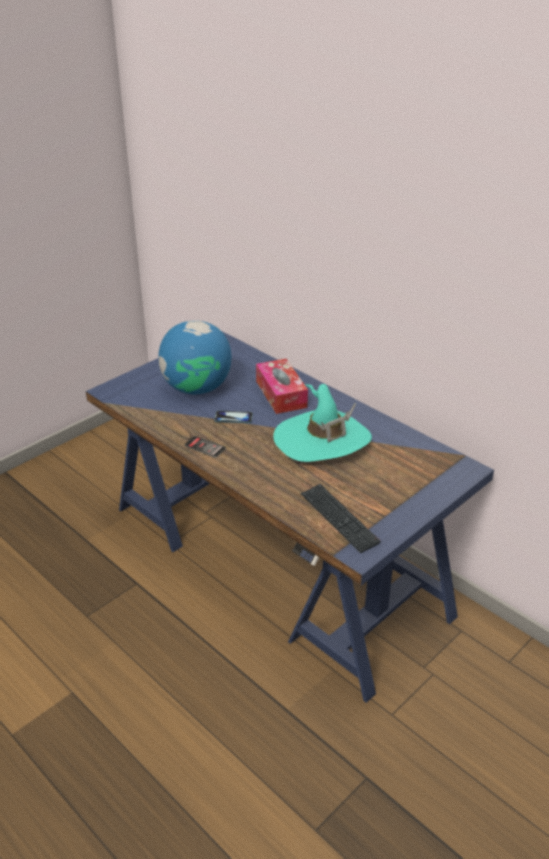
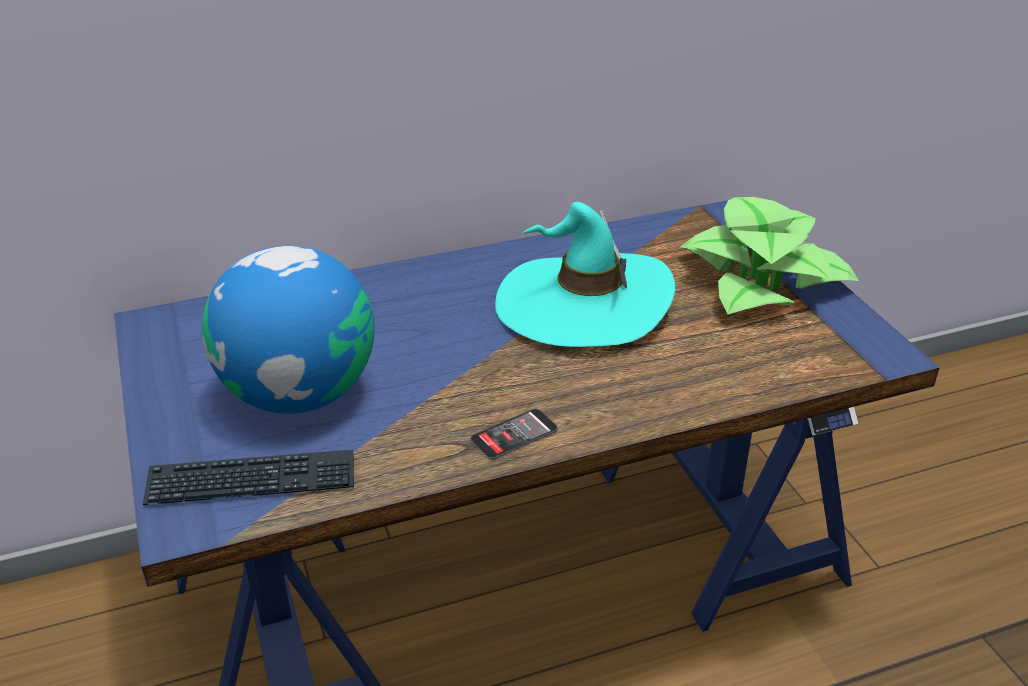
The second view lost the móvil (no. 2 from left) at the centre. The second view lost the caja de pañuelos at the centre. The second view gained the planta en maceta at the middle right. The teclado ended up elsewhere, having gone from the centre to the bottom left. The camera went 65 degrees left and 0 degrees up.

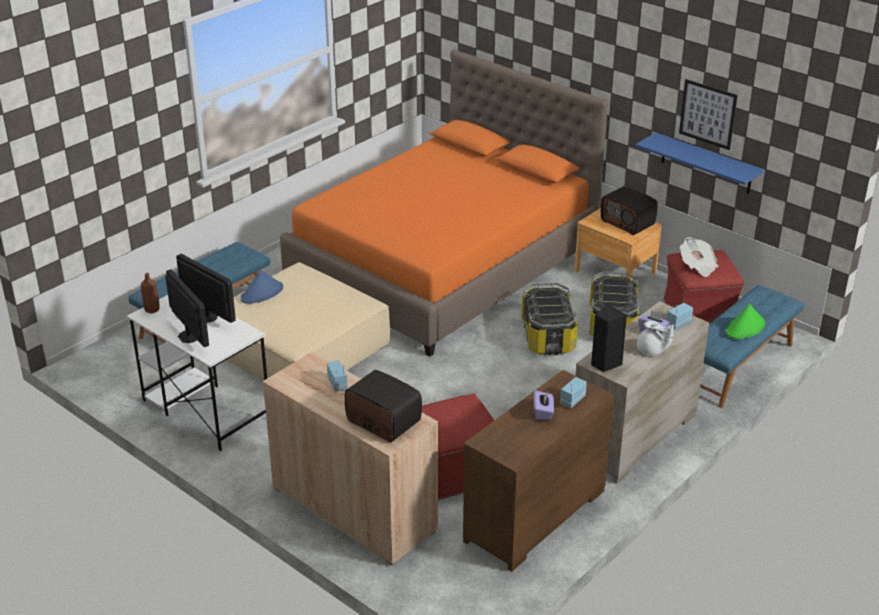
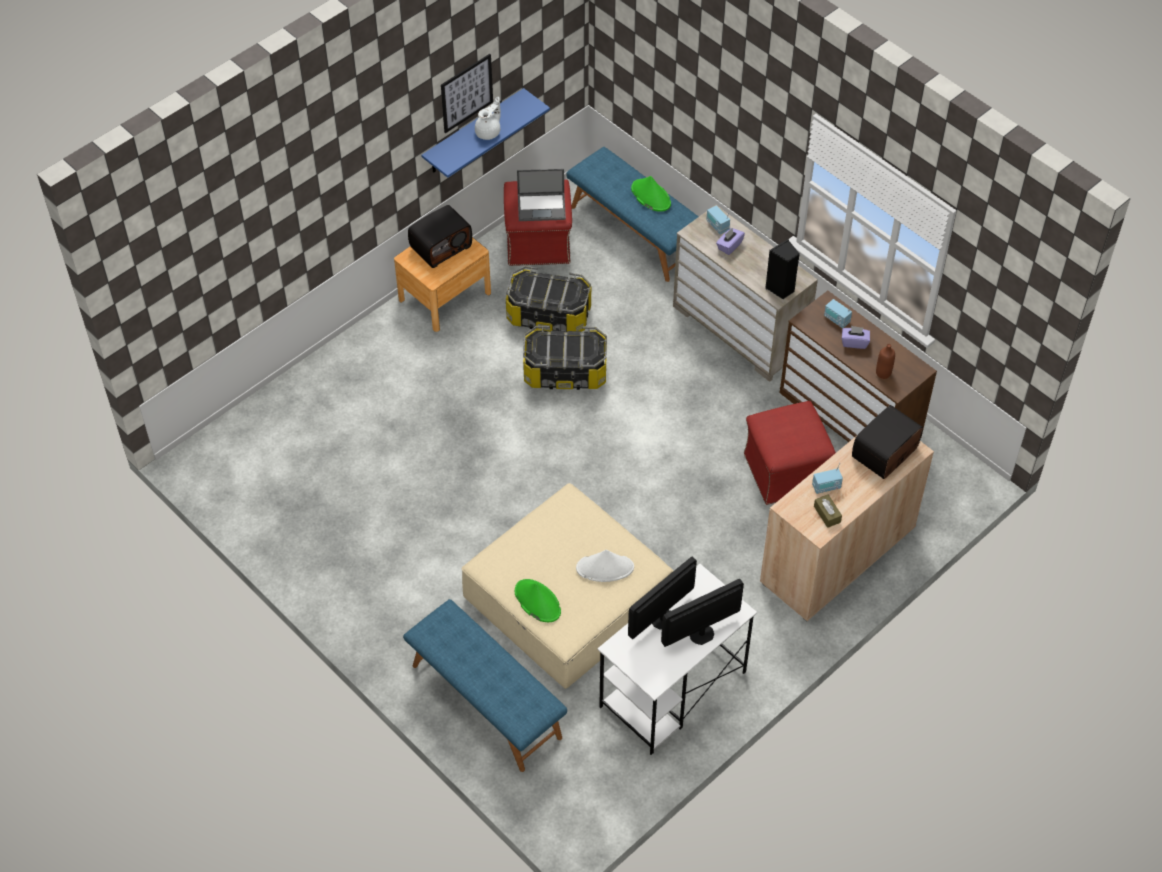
The second view lost the cama (naranja) at the top centre. The second view gained the sombrero (blanco) at the centre. The second view gained the caja de pañuelos (marrón) at the middle right. The botella (marrón) ended up elsewhere, having gone from the middle left to the middle right. The tetera (blanco) ended up elsewhere, having gone from the middle right to the top centre. Where the periódico stood at the middle right, the portátil came to stand at the top centre. What was the sombrero (azul) at the middle left turned into the sombrero (verde) (no. 1 from left) at the bottom centre. The camera went 85 degrees left and 20 degrees up.

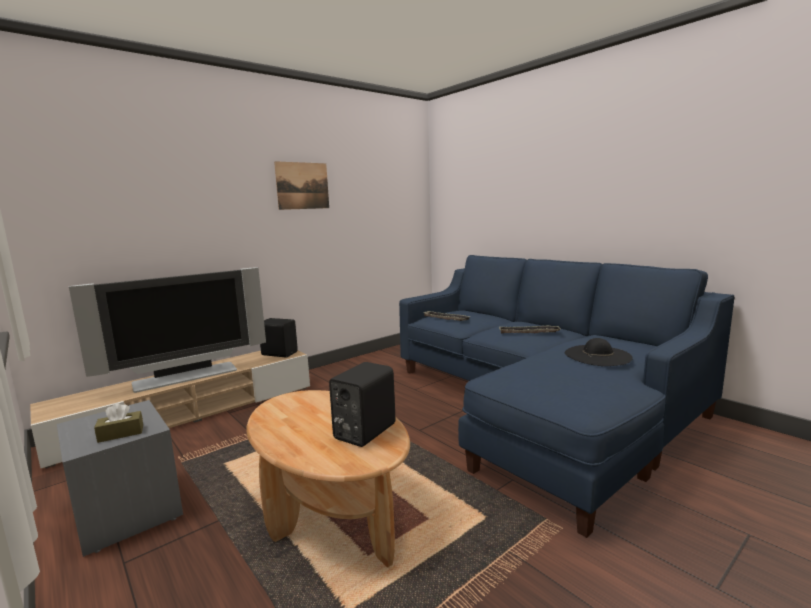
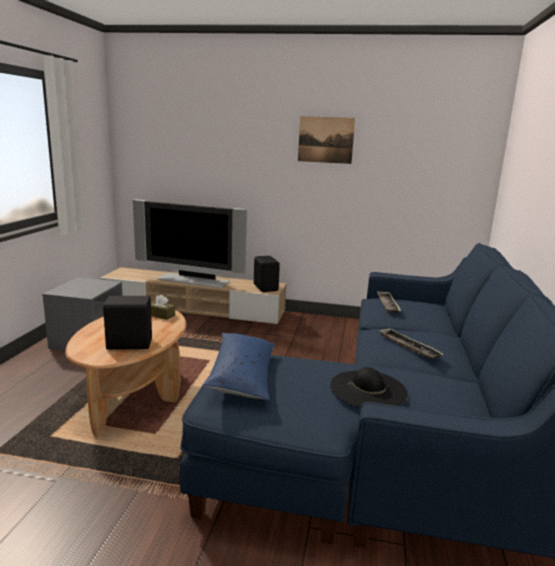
The second view gained the cojín (azul) at the centre. The caja de pañuelos (marrón) ended up elsewhere, having gone from the bottom left to the middle left. The camera went 50 degrees right and 5 degrees up.

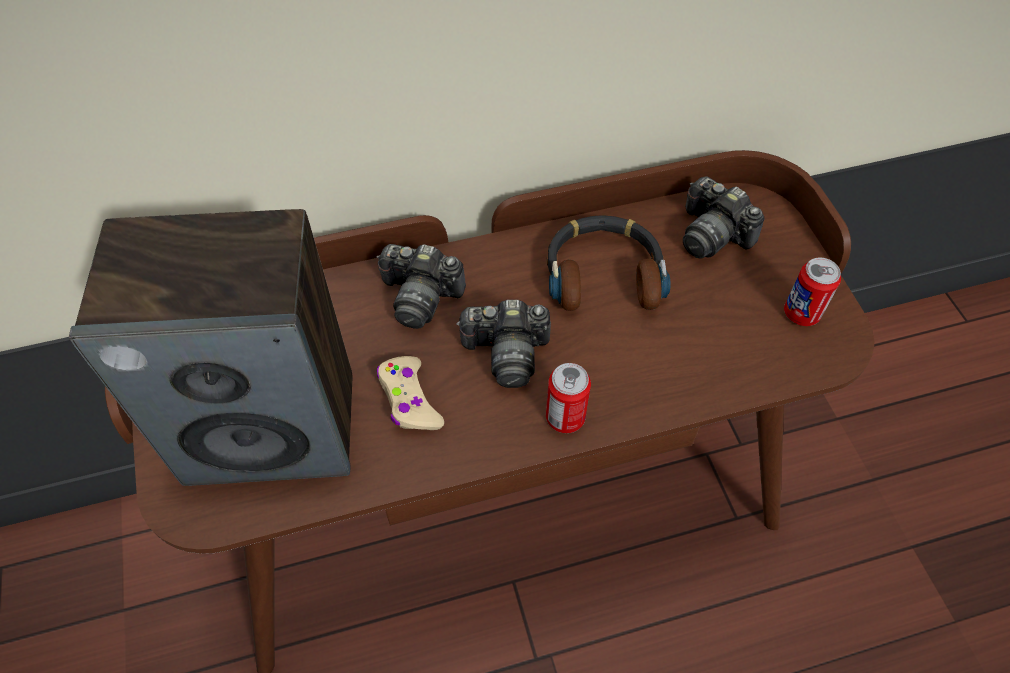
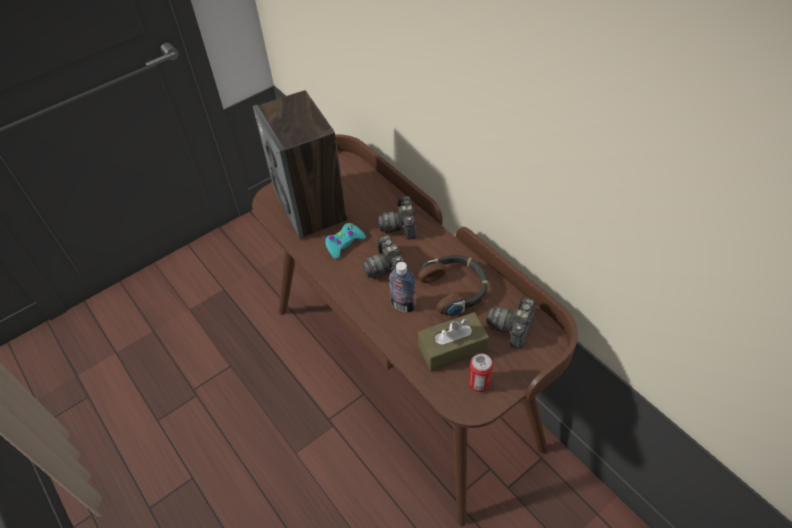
The second view lost the lata (no. 1 from left) at the centre. The second view gained the botella at the centre. The second view gained the caja de pañuelos (marrón) at the centre. What was the mando de consola (beis) at the centre turned into the mando de consola (turquesa) at the centre. The camera went 70 degrees right and 5 degrees down.

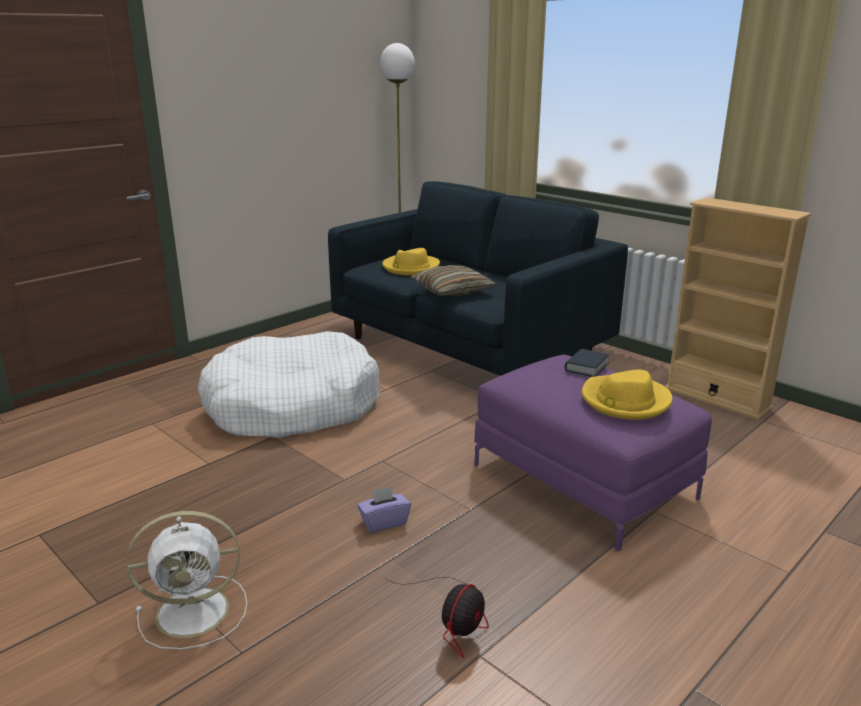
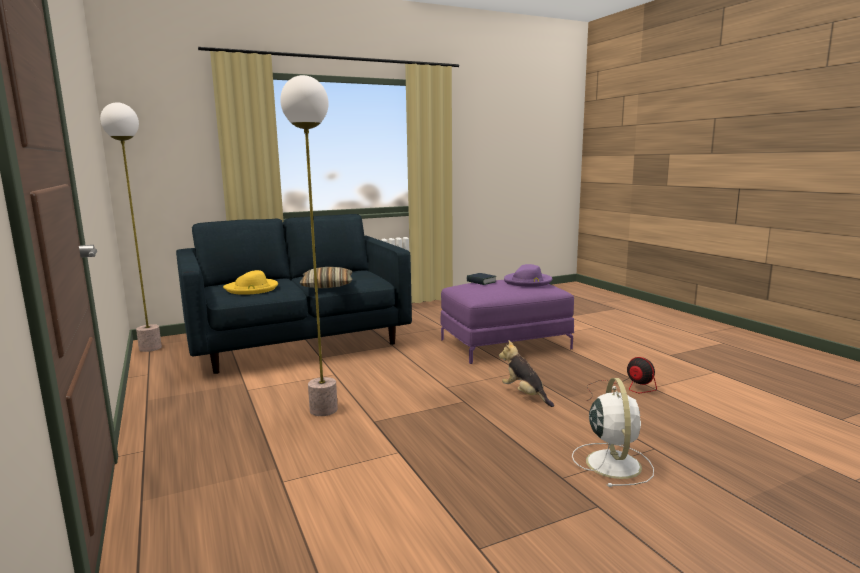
The second view lost the estantería (beis) at the middle right. Where the cama para perro (blanco) stood at the centre, the lámpara de pie (no. 2 from left) came to stand at the centre. Where the caja de pañuelos (morado) stood at the bottom centre, the peluche came to stand at the centre. What was the sombrero (amarillo) (no. 2 from left) at the middle right turned into the sombrero (morado) at the centre. The camera went 70 degrees left and 10 degrees down.

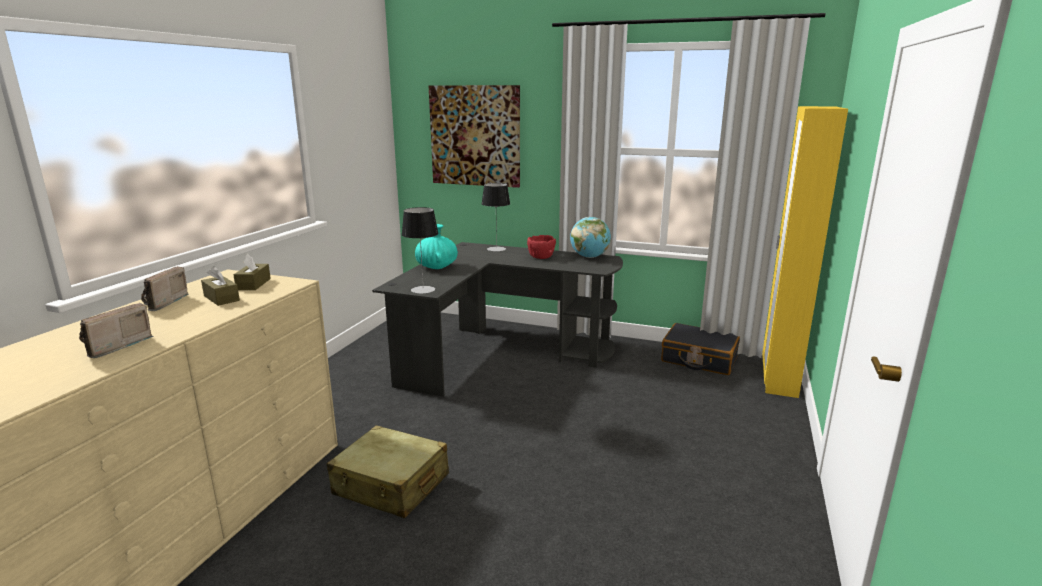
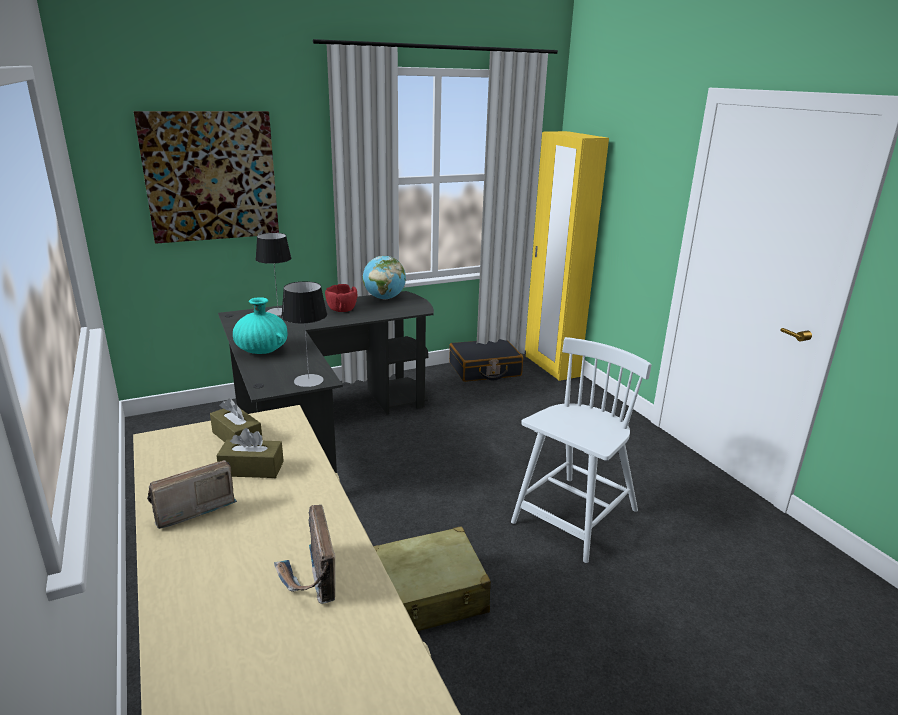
The second view gained the silla (blanco) at the centre. The radio (no. 2 from left in the first image) at the middle left ended up facing another way, 90 degrees clockwise from before. The camera went 45 degrees left and 5 degrees up.

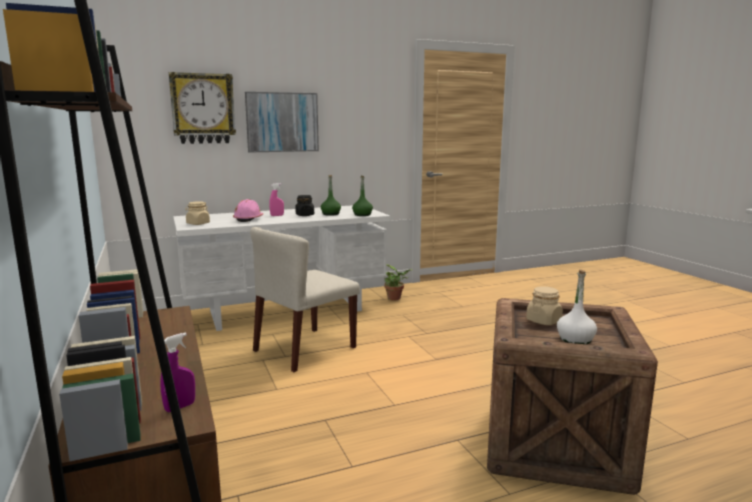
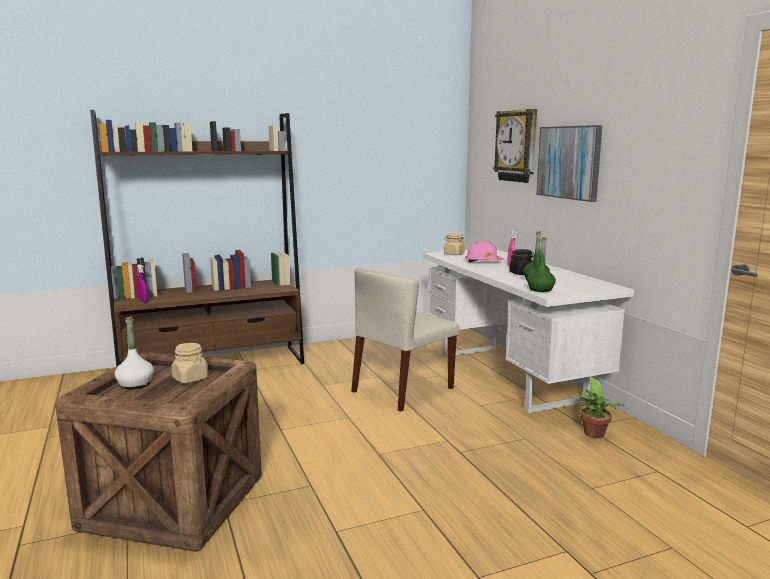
The silla (beis) at the centre ended up facing another way, 90 degrees counterclockwise from before. The camera went 90 degrees right and 0 degrees up.

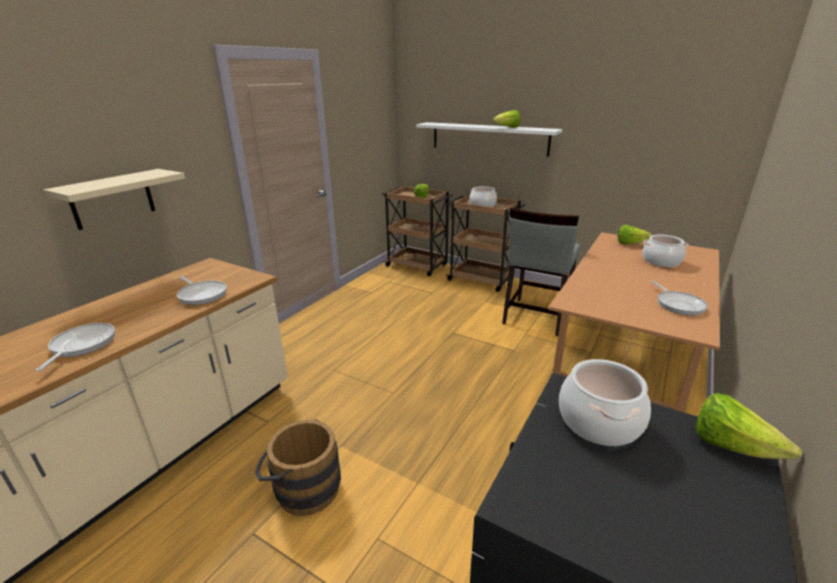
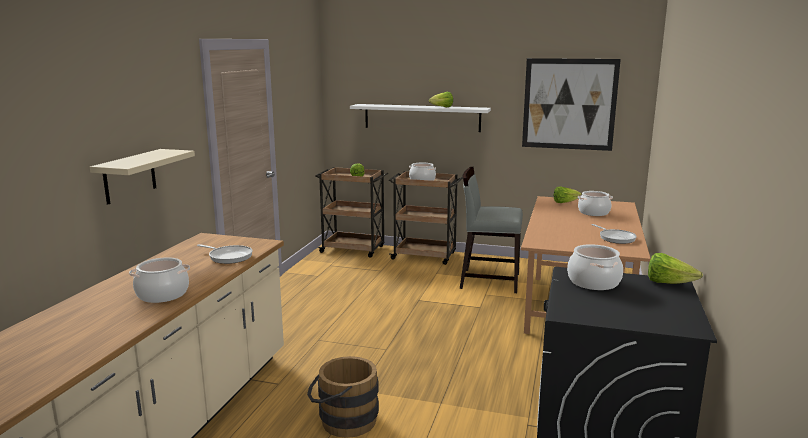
The second view gained the cuadro at the top right. Where the sartén (no. 1 from left) stood at the middle left, the olla (no. 1 from left) came to stand at the middle left. The silla (gris) at the centre ended up facing another way, 90 degrees clockwise from before. The camera went 15 degrees left and 10 degrees down.

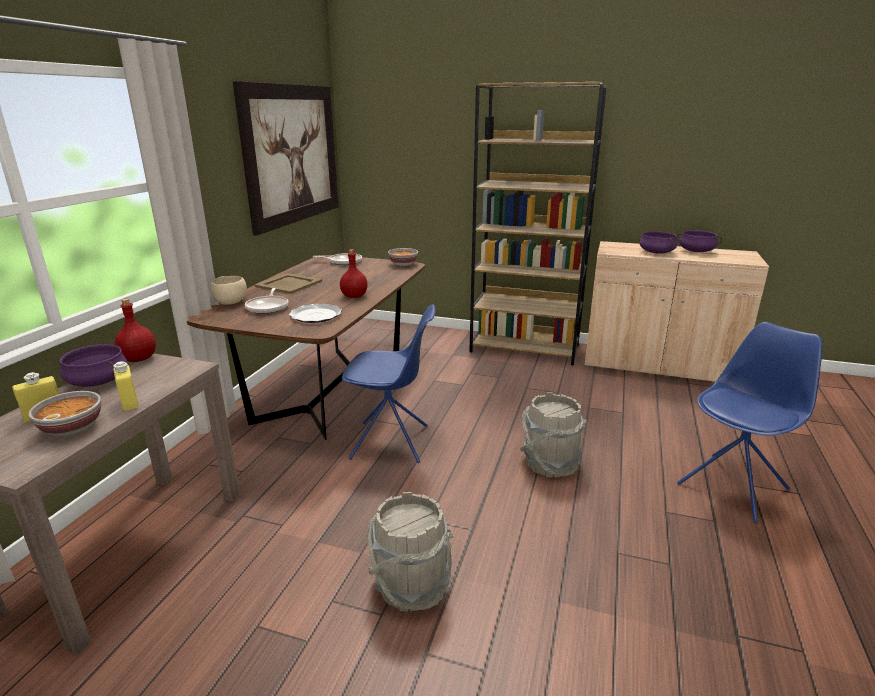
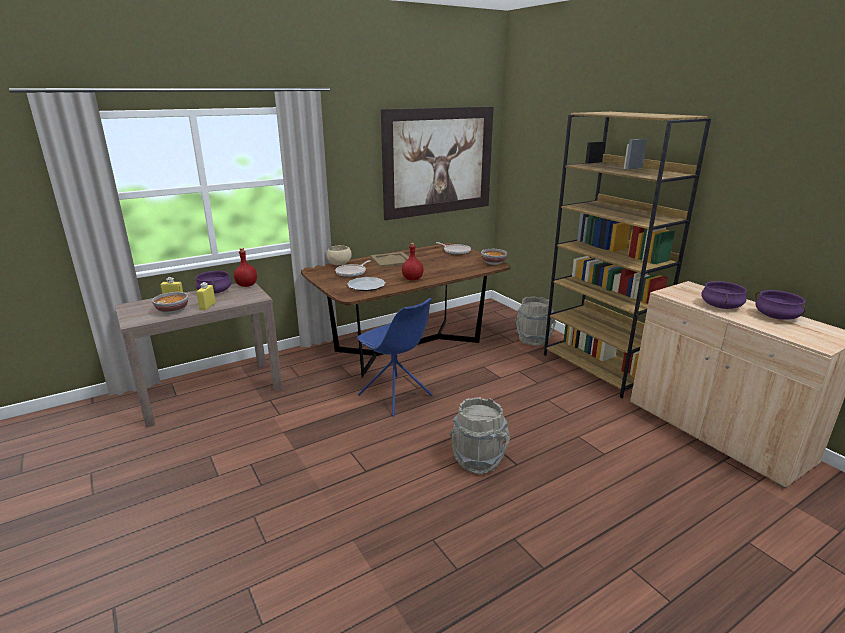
The second view lost the silla (azul) (no. 2 from left) at the middle right. The cubo (gris) (no. 1 from left in the first image) ended up elsewhere, having gone from the bottom centre to the centre. The camera went 40 degrees right and 0 degrees up.

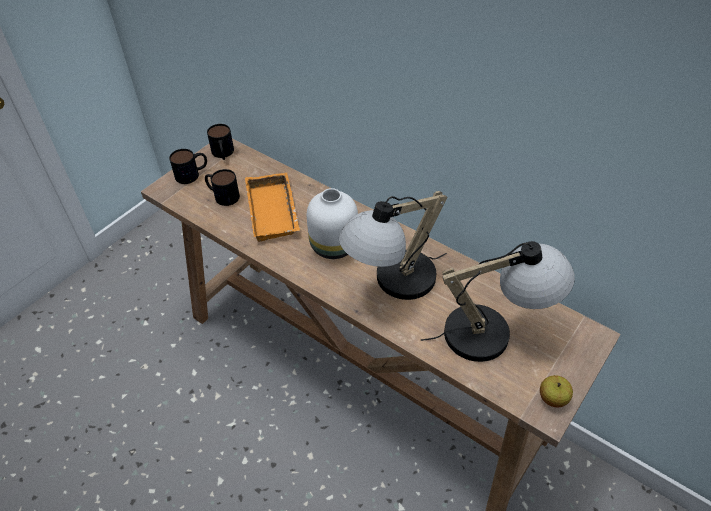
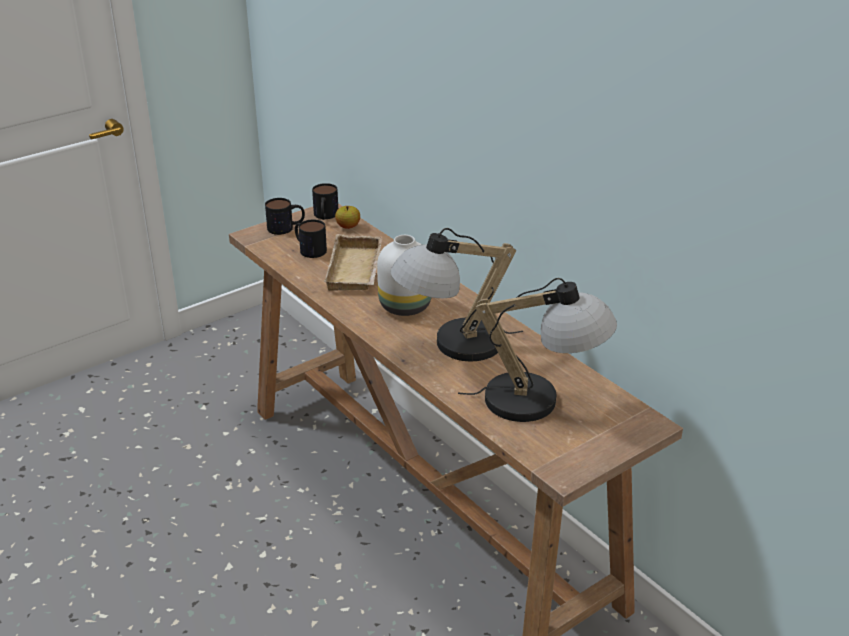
The manzana ended up elsewhere, having gone from the bottom right to the centre. What was the bandeja (naranja) at the centre turned into the bandeja (beis) at the centre. The camera went 15 degrees right and 15 degrees down.

